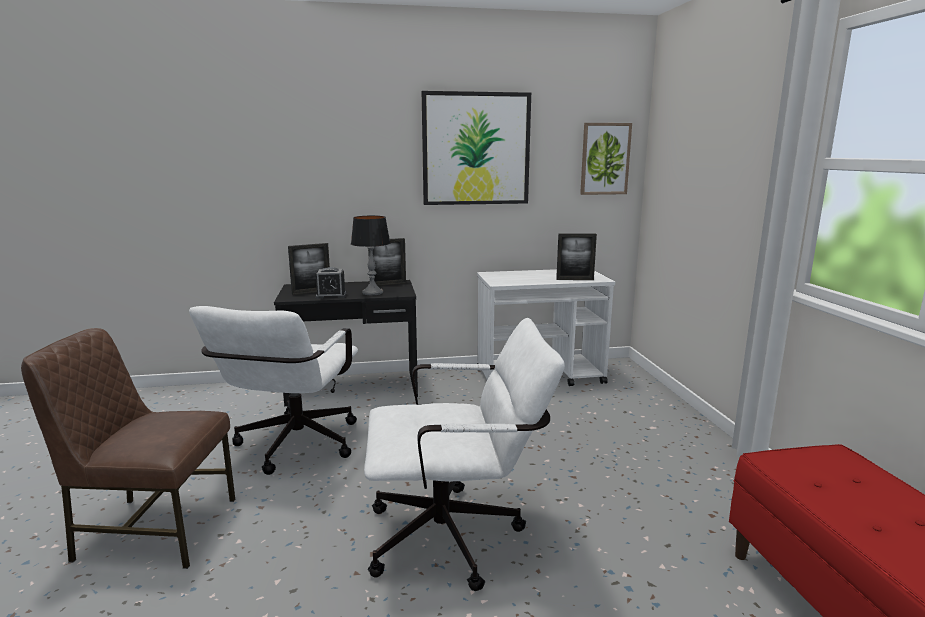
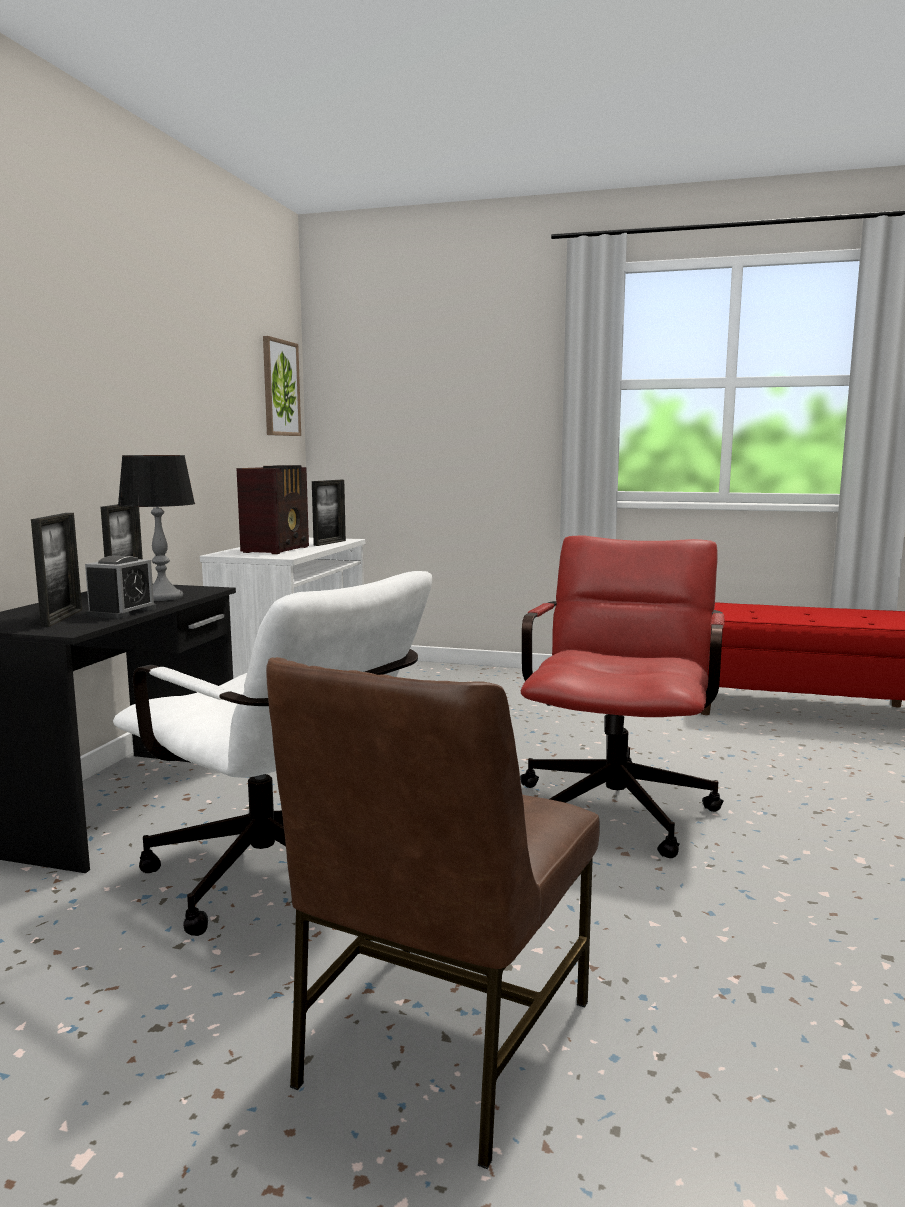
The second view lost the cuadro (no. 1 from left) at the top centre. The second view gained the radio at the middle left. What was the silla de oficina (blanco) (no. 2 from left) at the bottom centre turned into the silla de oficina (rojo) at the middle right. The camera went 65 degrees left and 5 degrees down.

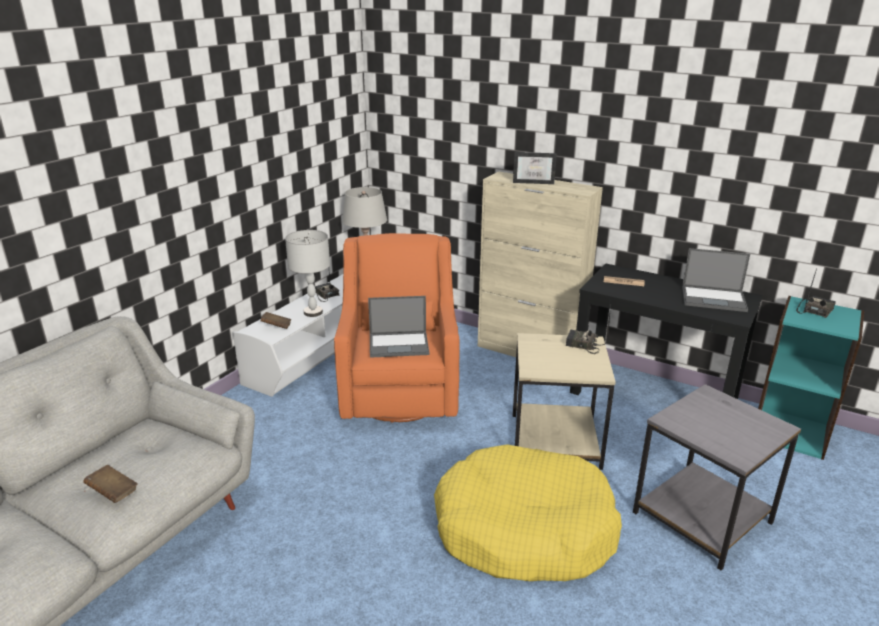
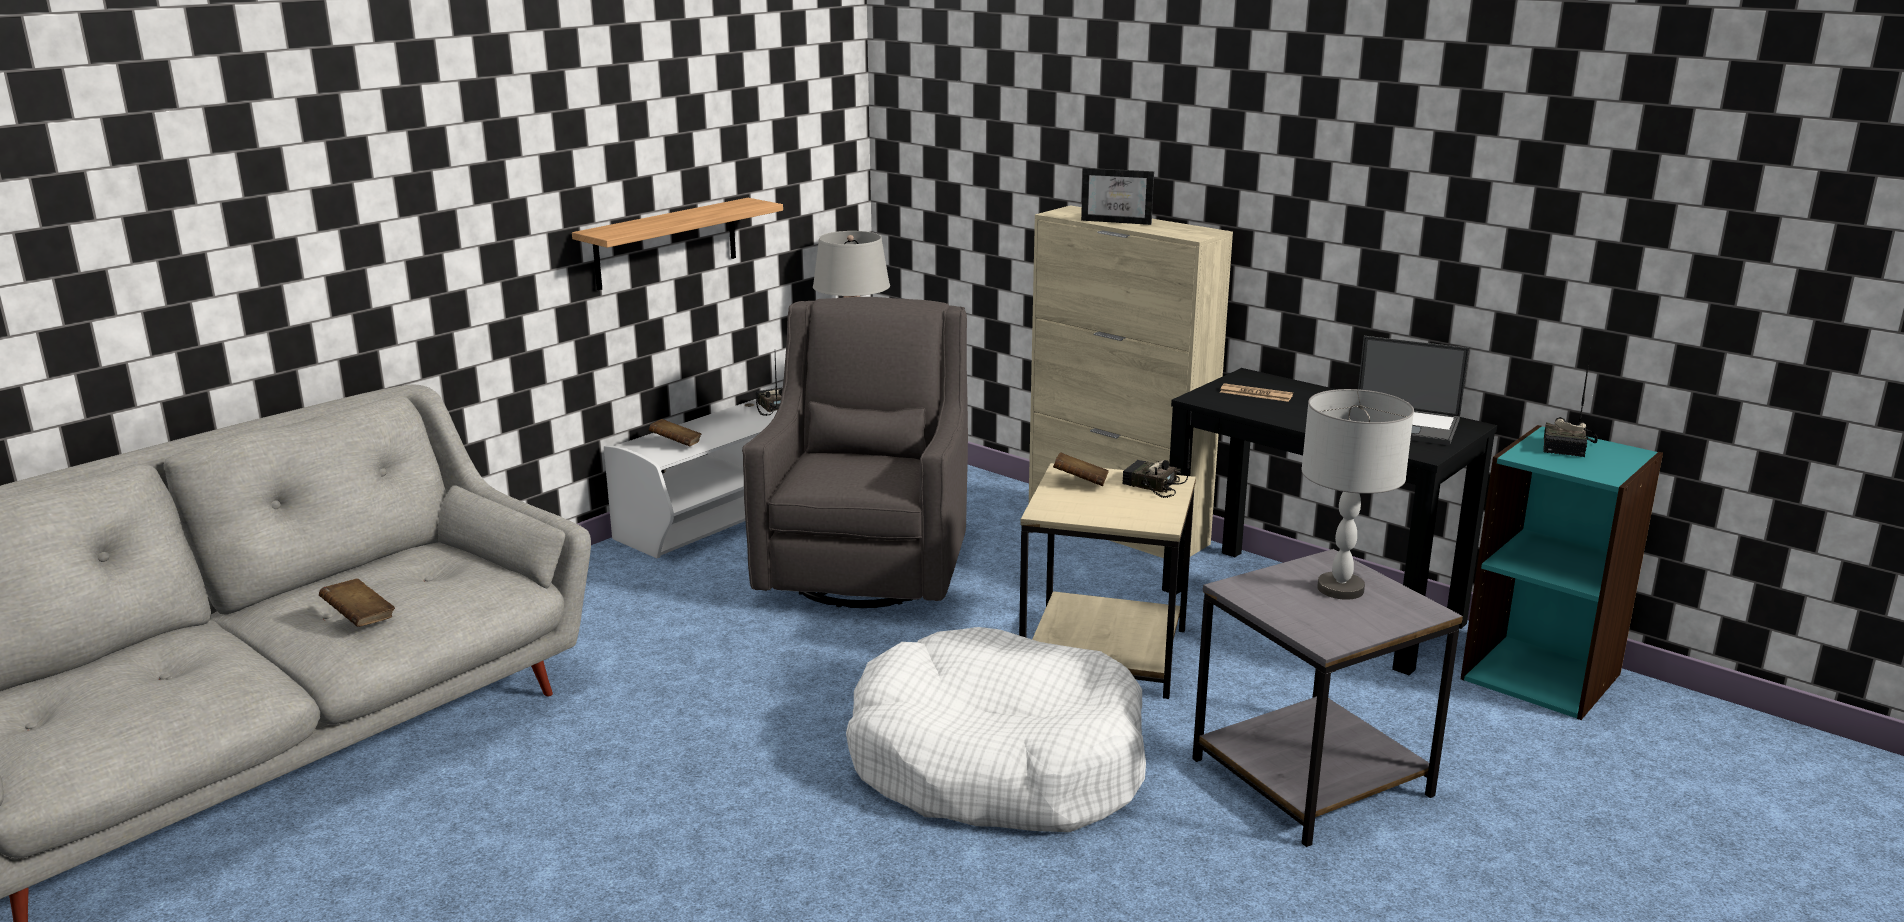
The second view lost the portátil (no. 1 from left) at the centre. The second view gained the estante at the top centre. The second view gained the libro (marrón) (no. 3 from left) at the centre. The lámpara de mesa (gris) (no. 1 from left in the first image) ended up elsewhere, having gone from the centre to the middle right. What was the sillón (naranja) at the centre turned into the sillón (gris) at the centre. What was the cama para perro (amarillo) at the bottom centre turned into the cama para perro (blanco) at the bottom centre. The radio (no. 3 from left) at the middle right ended up facing another way, 150 degrees clockwise from before. The camera went 10 degrees right and 5 degrees down.

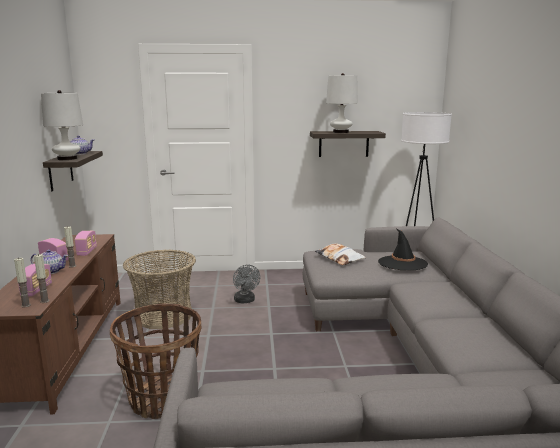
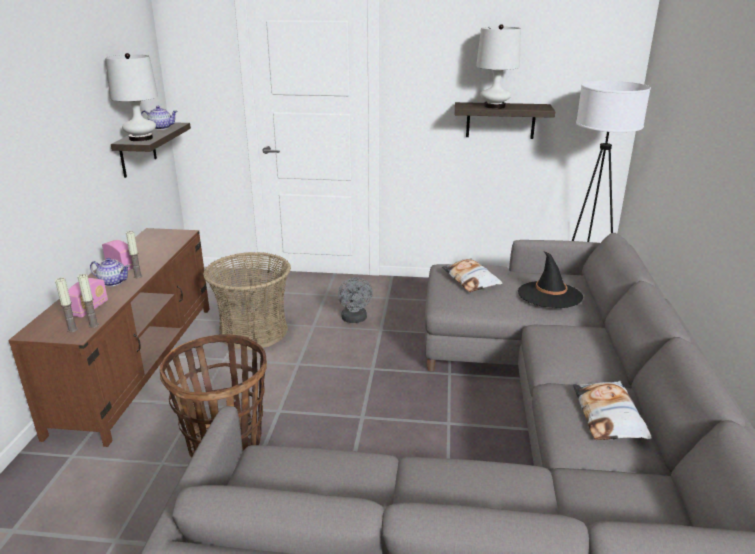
The second view lost the radio (no. 3 from left) at the middle left. The second view gained the cojín (no. 2 from left) at the bottom right. The camera went 10 degrees right and 10 degrees up.

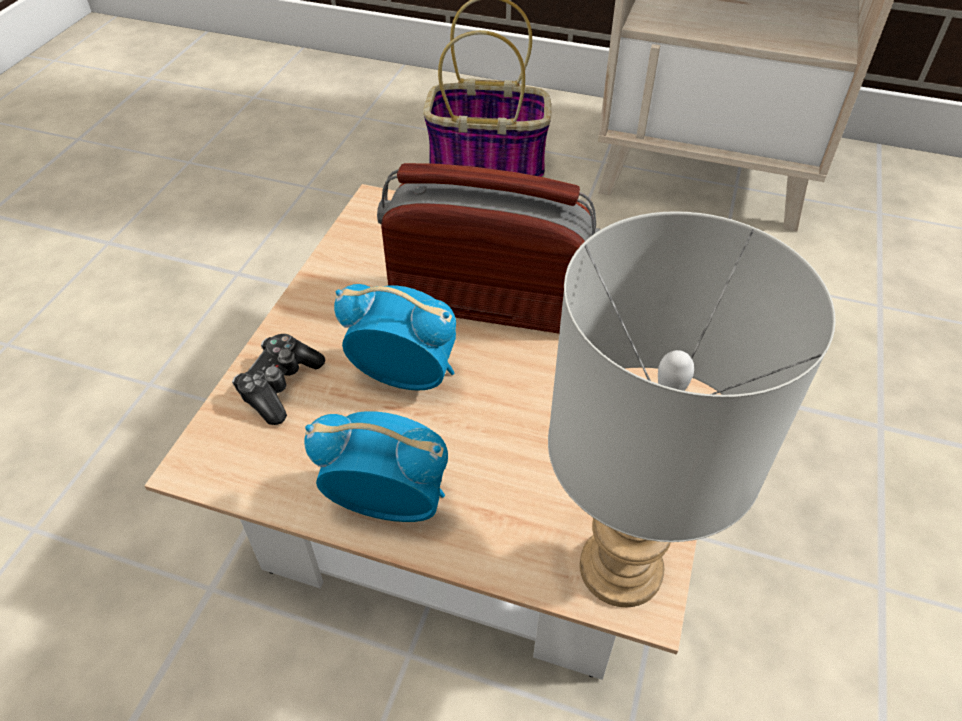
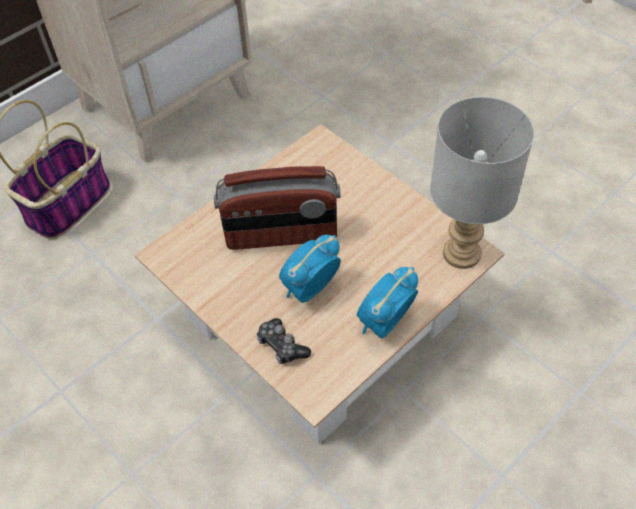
The radio at the centre ended up facing another way, 135 degrees counterclockwise from before. The camera went 60 degrees left and 5 degrees up.

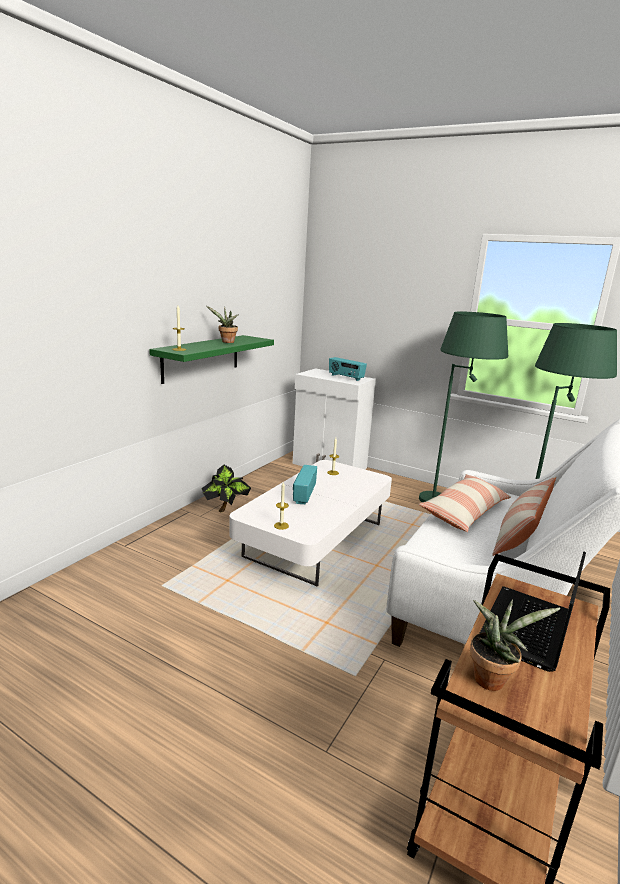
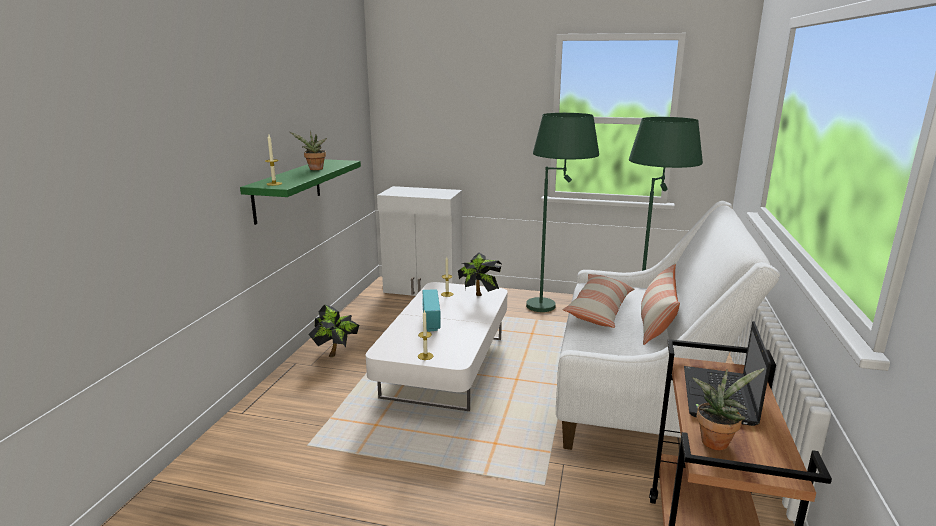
The second view lost the radio (no. 2 from left) at the centre. The second view gained the planta en maceta (no. 3 from left) at the centre. The camera went 15 degrees left and 0 degrees up.

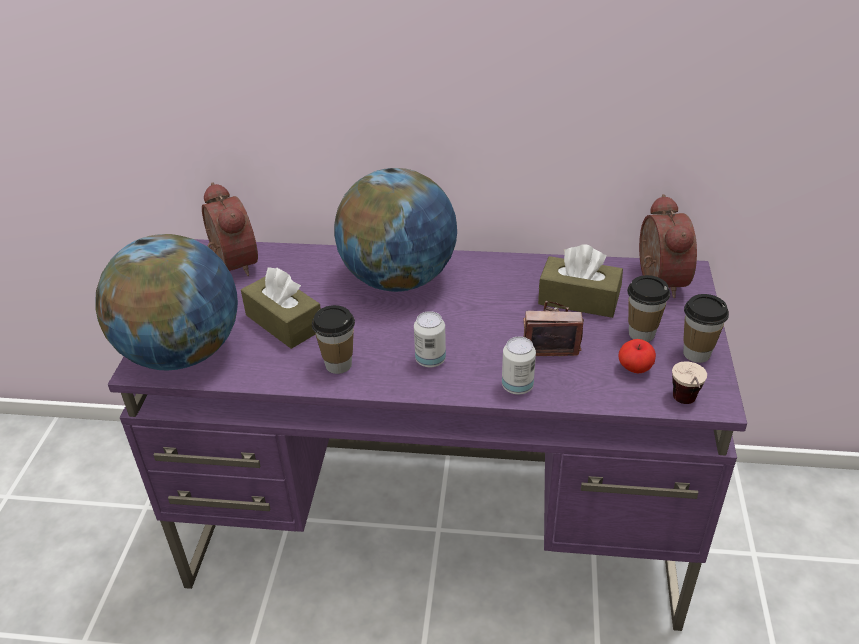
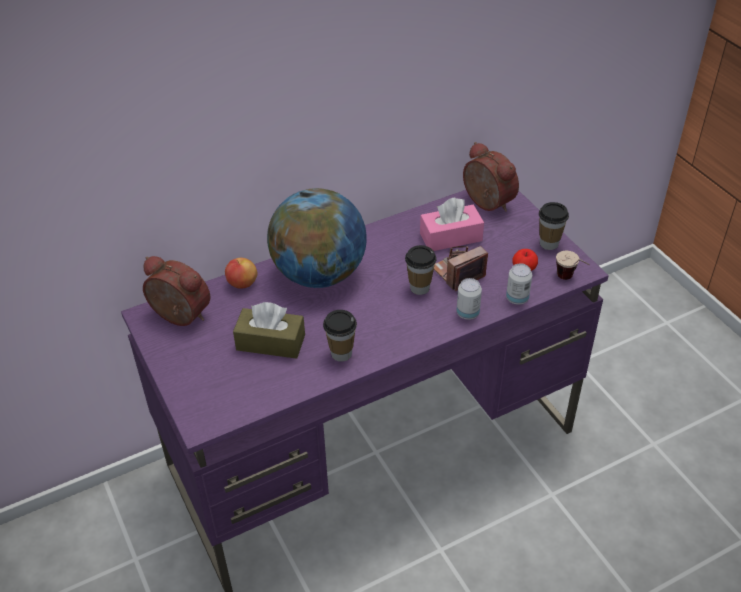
The second view lost the globo terráqueo (no. 1 from left) at the middle left. The second view gained the manzana (no. 1 from left) at the middle left. The lata (no. 1 from left in the first image) ended up elsewhere, having gone from the centre to the middle right. The taza (no. 2 from left) ended up elsewhere, having gone from the middle right to the centre. What was the caja de pañuelos (marrón) (no. 2 from left) at the middle right turned into the caja de pañuelos (rosa) at the centre. The camera went 35 degrees left and 5 degrees up.

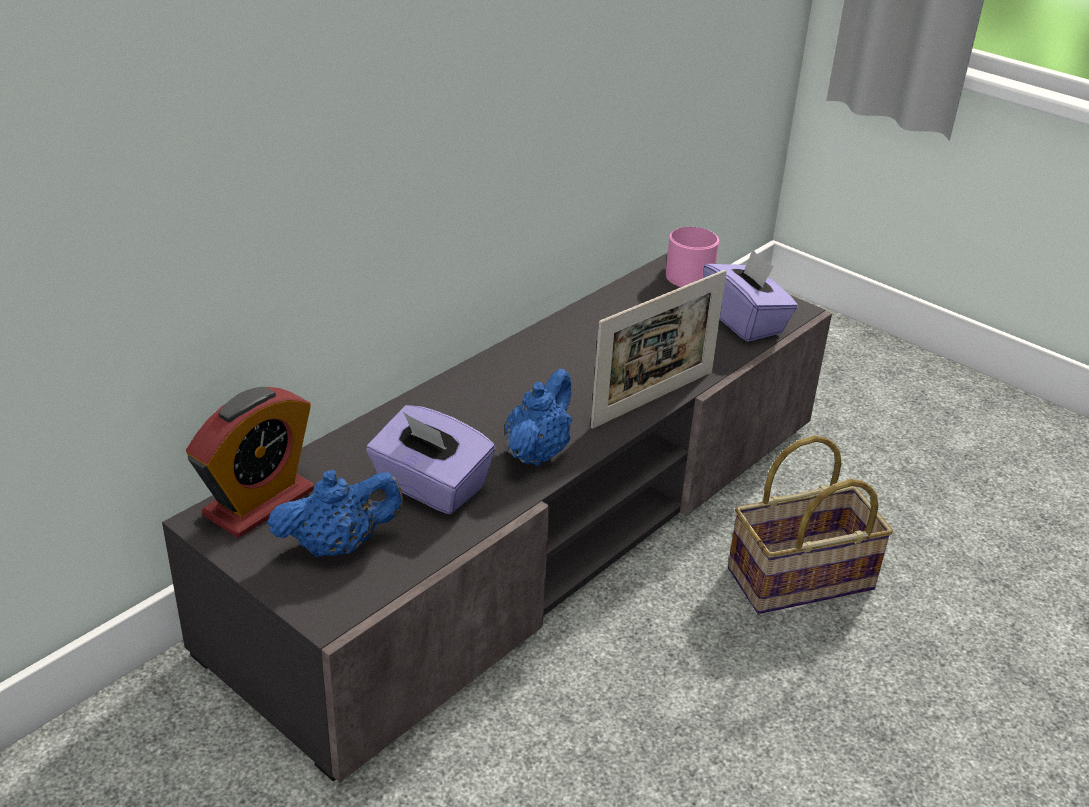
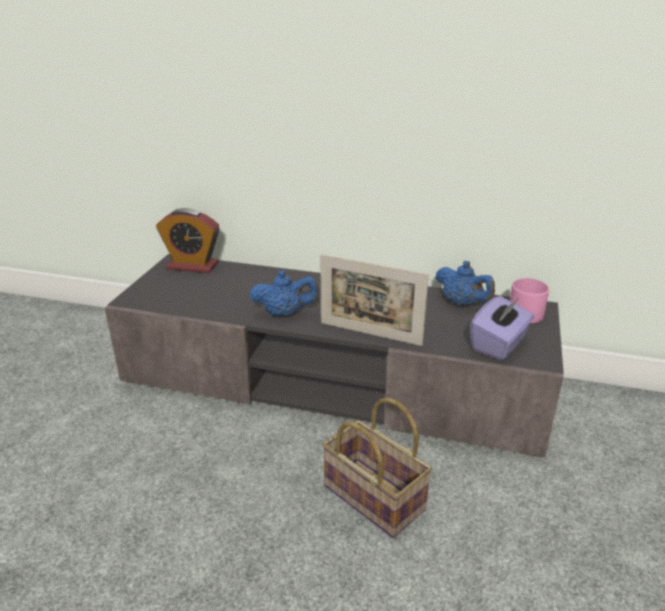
The second view lost the caja de pañuelos (morado) (no. 1 from left) at the centre. The tetera (azul) (no. 1 from left in the first image) ended up elsewhere, having gone from the middle left to the middle right. The camera went 65 degrees right and 5 degrees down.

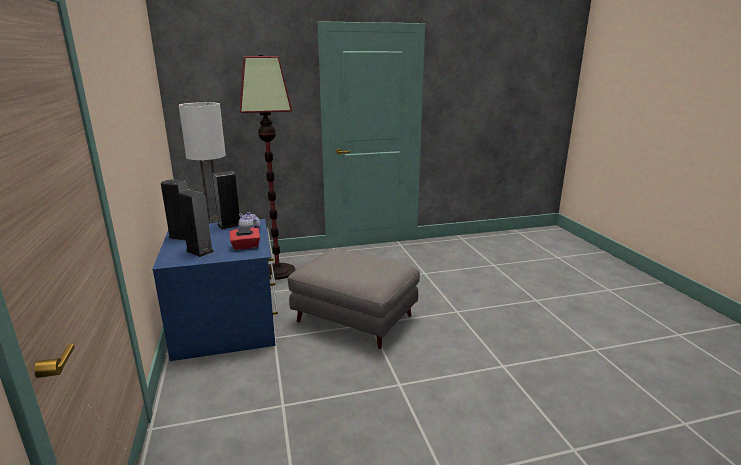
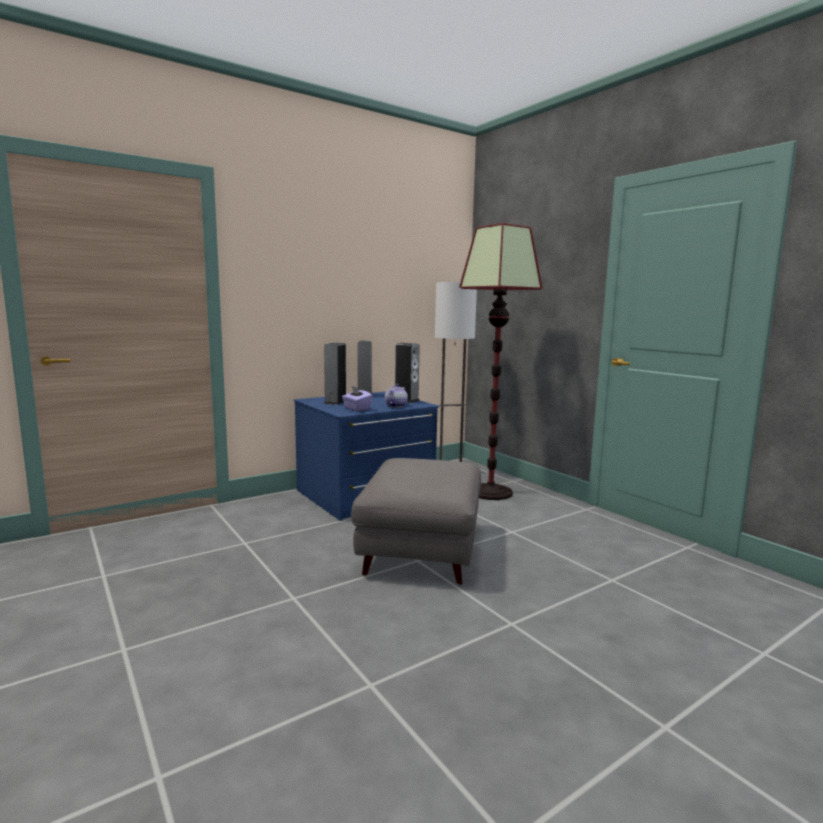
What was the caja de pañuelos (rojo) at the middle left turned into the caja de pañuelos (morado) at the centre. The camera went 70 degrees right and 10 degrees down.

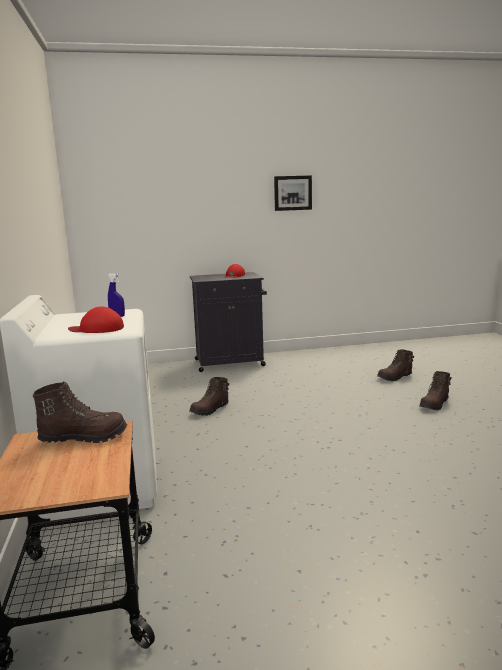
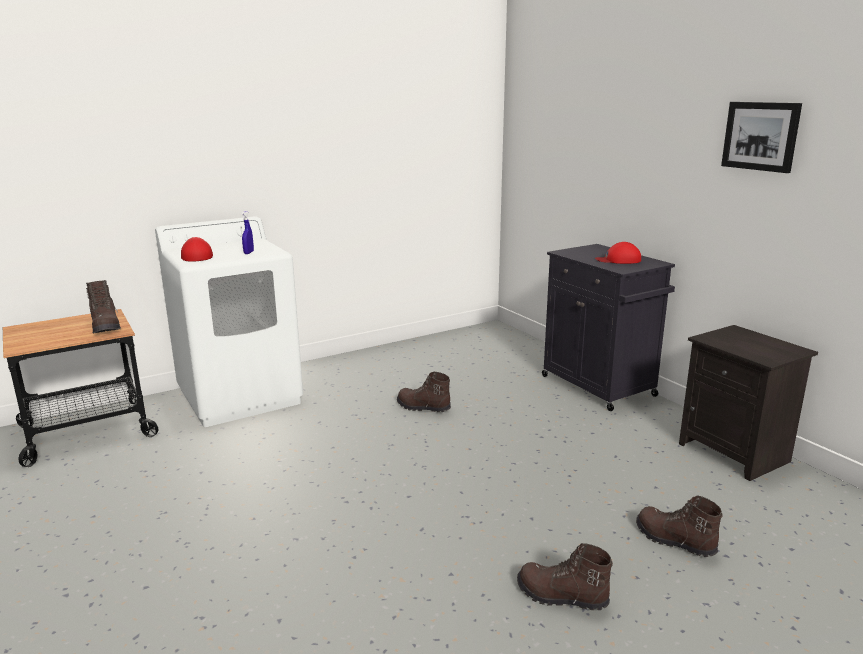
The second view gained the mesita de noche (negro) at the middle right. The camera went 70 degrees right and 5 degrees up.

